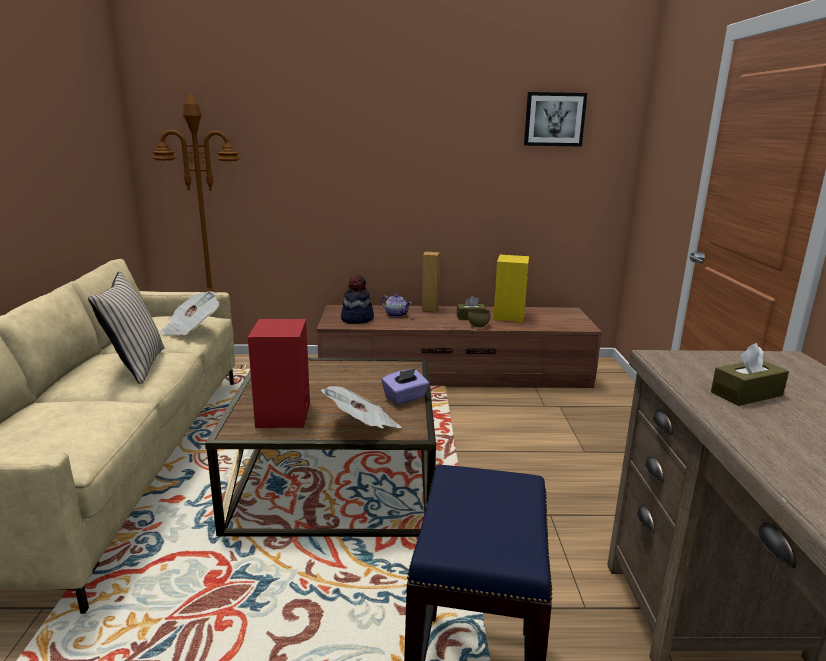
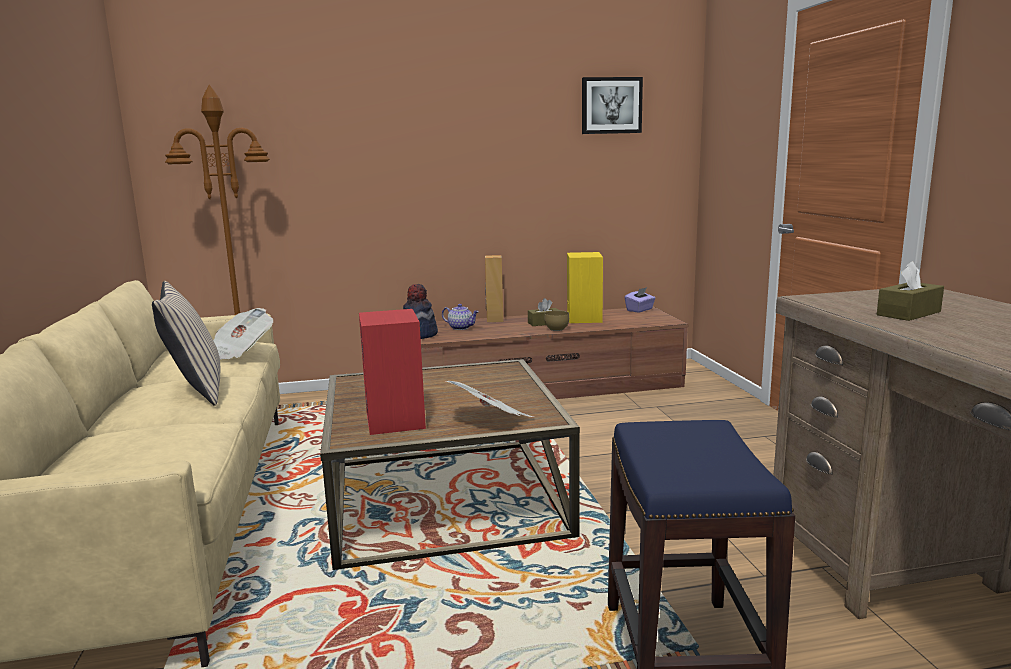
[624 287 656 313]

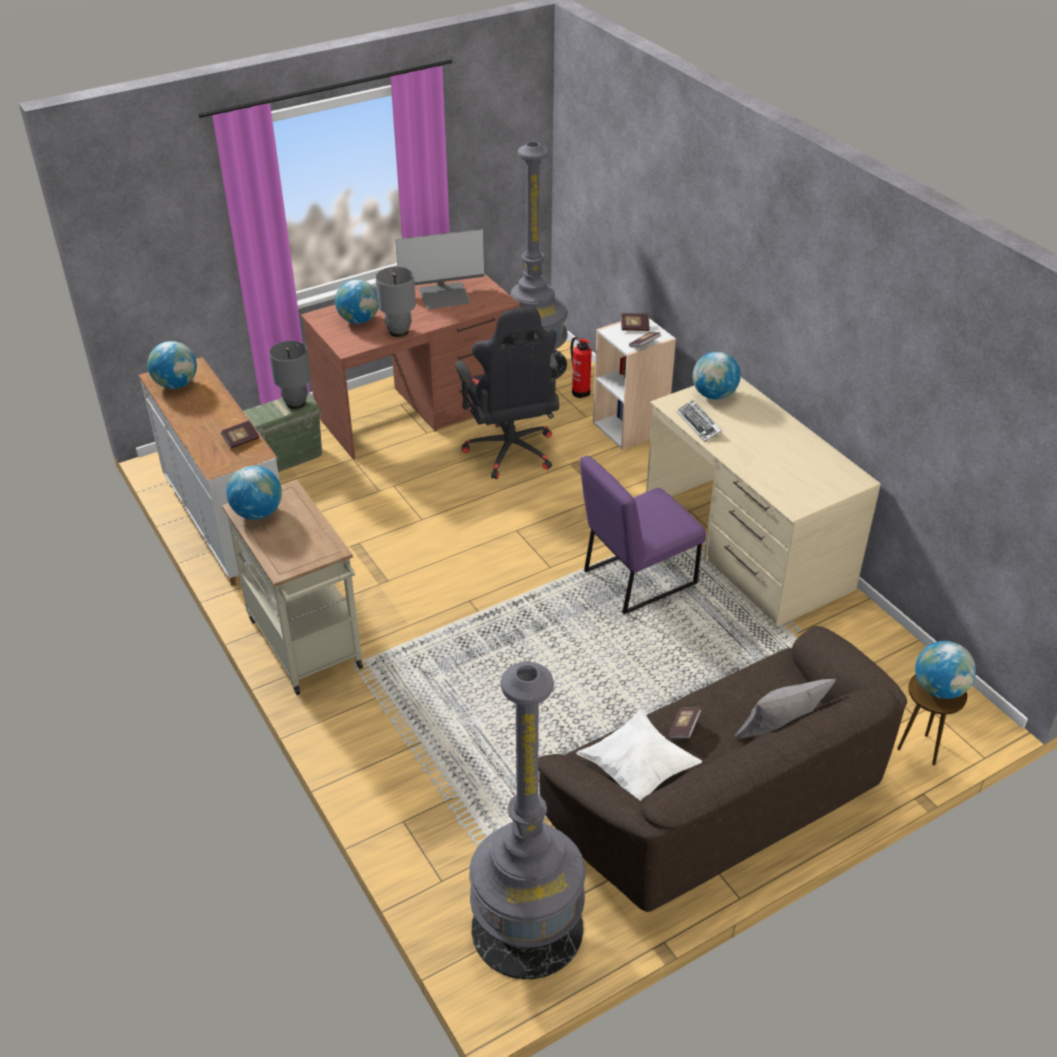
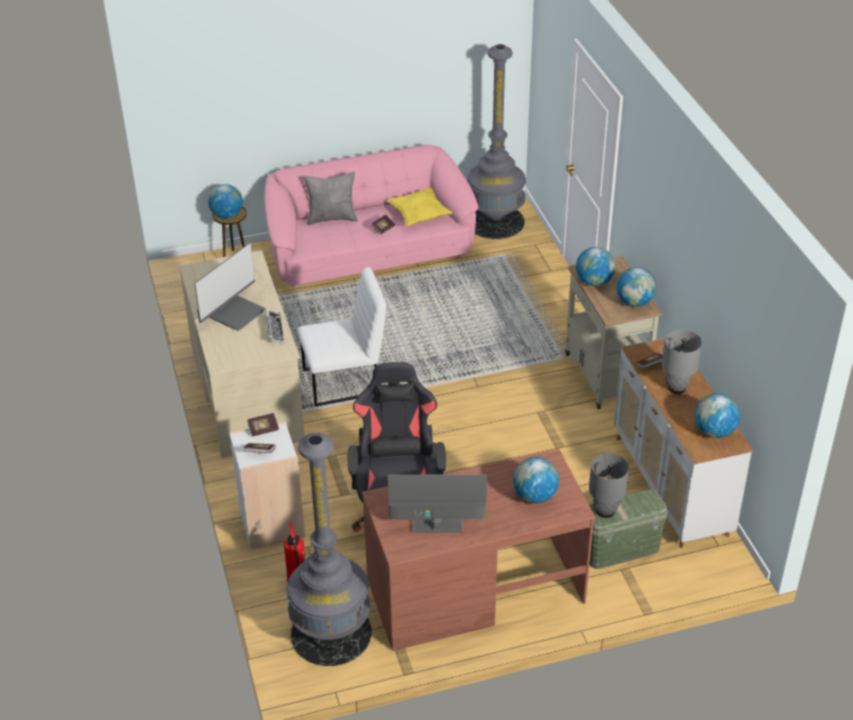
[194 243 266 331]
[662 329 702 394]
[576 247 615 286]
[264 145 478 288]
[387 188 453 226]
[298 267 386 407]

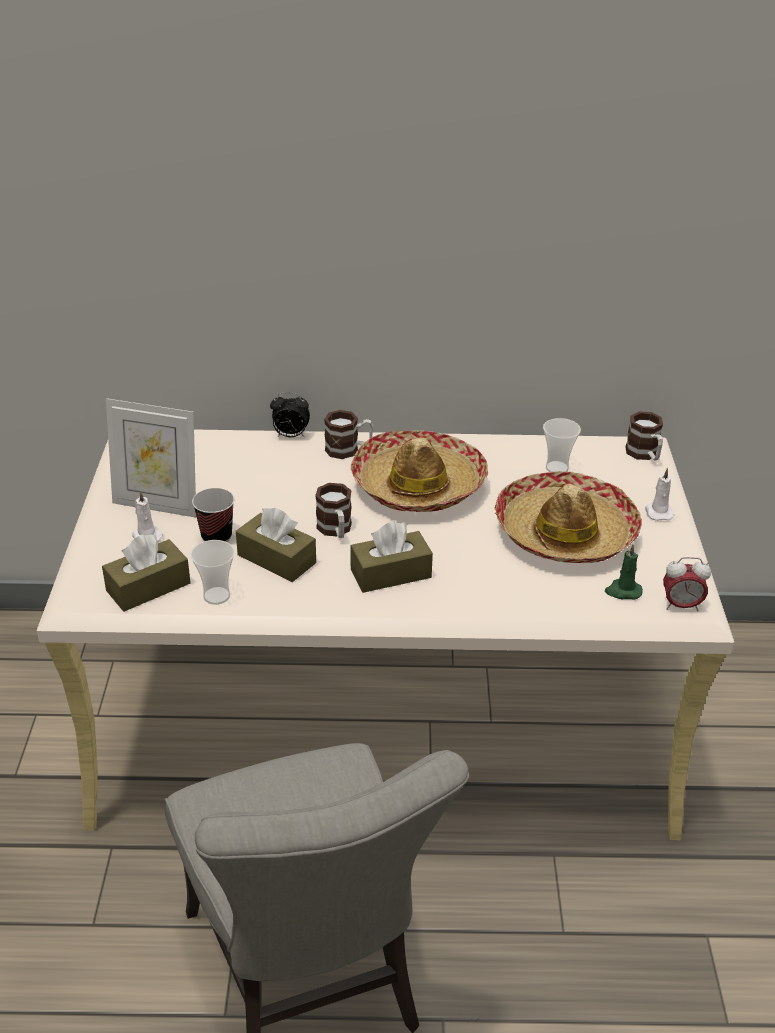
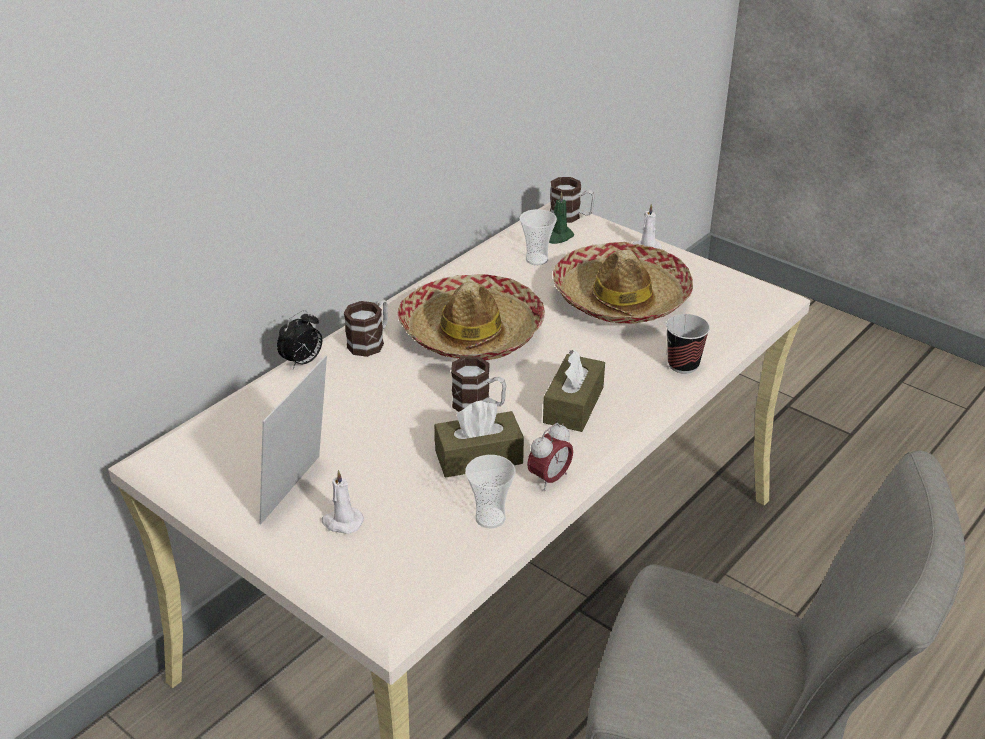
[102 534 191 611] (first image)
[666 314 710 374]
[549 191 574 244]
[527 423 573 491]
[259 355 327 525]

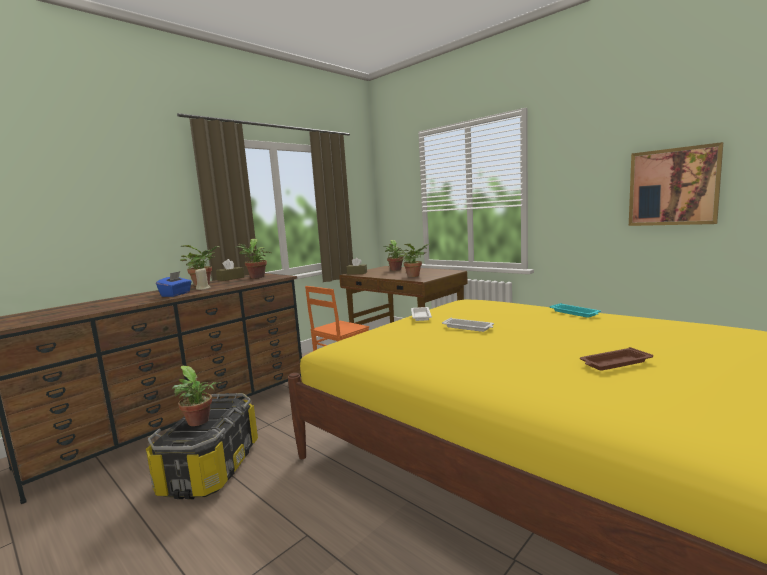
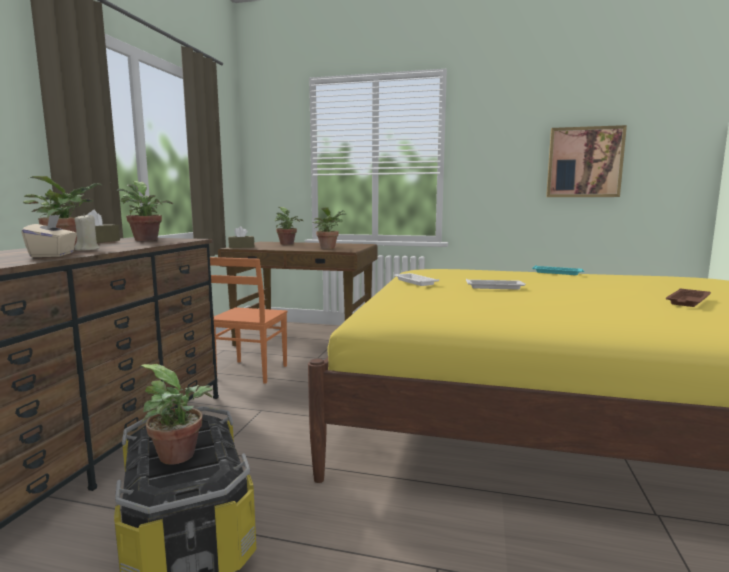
[21 215 77 257]

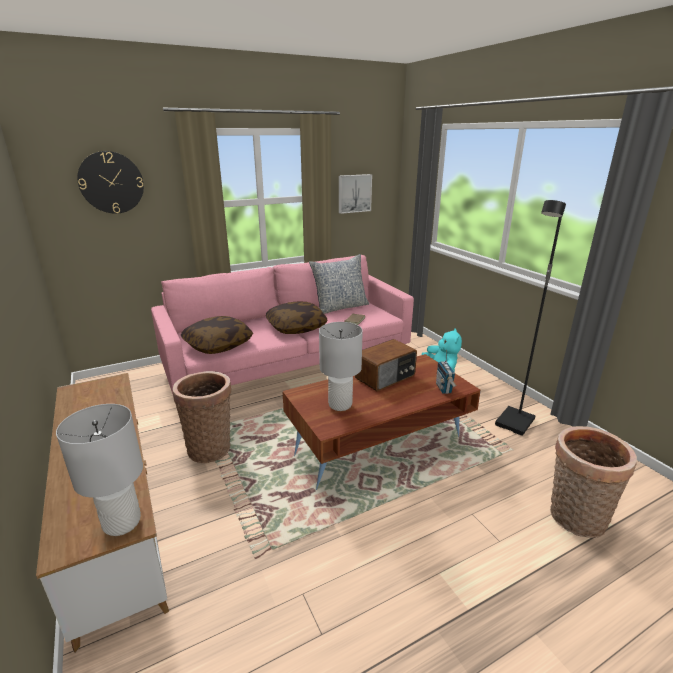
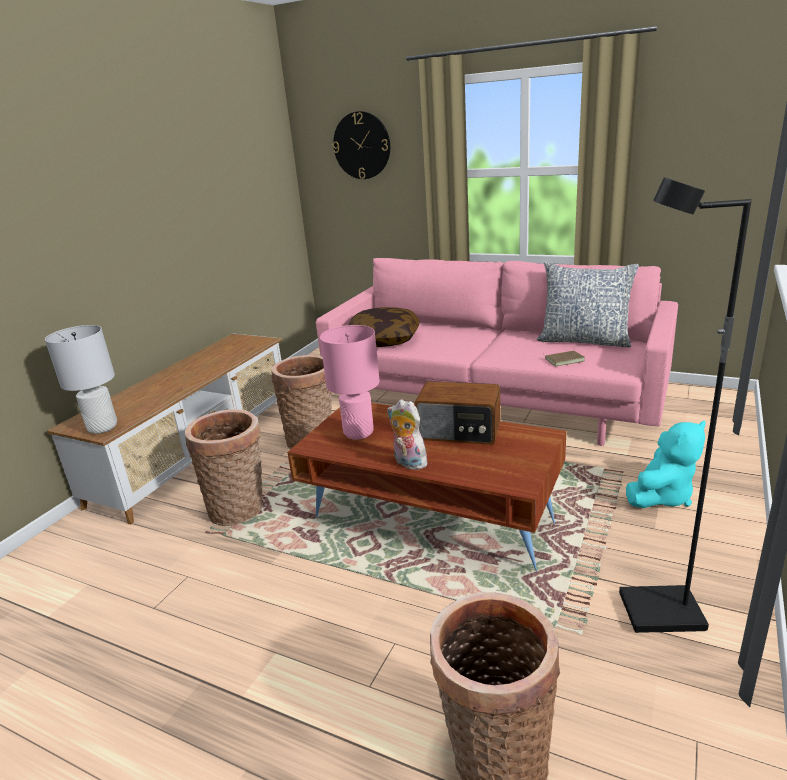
[266 301 327 334] (first image)
[339 174 372 214] (first image)
[436 350 457 394] (first image)
[185 409 263 526]
[387 399 429 470]
[320 325 380 440]

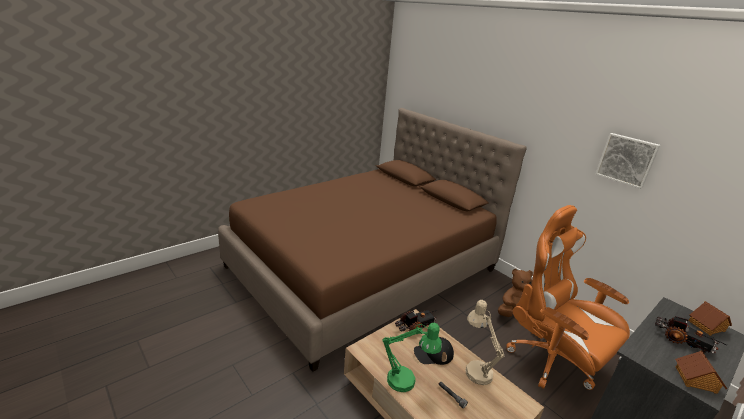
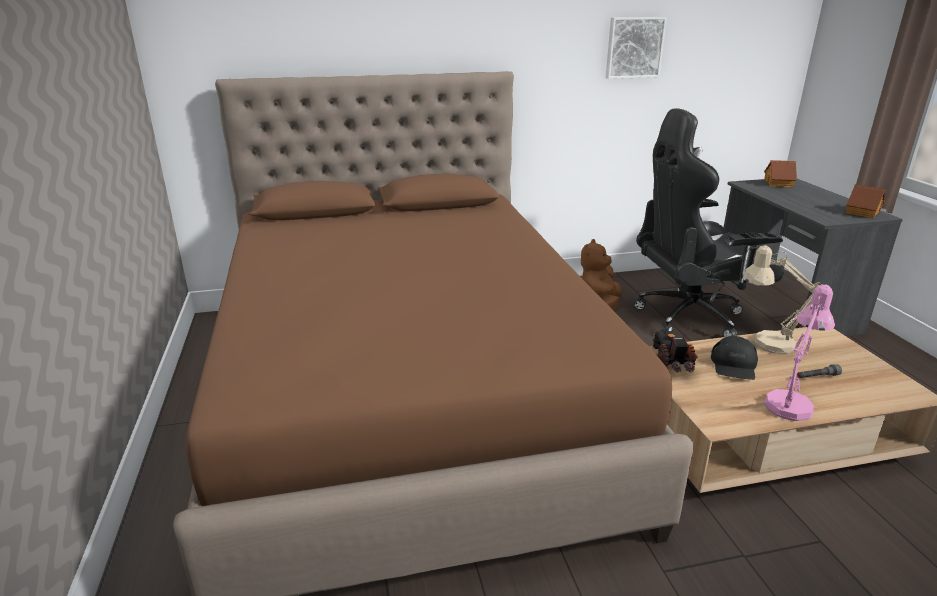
[655 316 727 354] (first image)
[764 285 835 421]
[634 108 785 337]

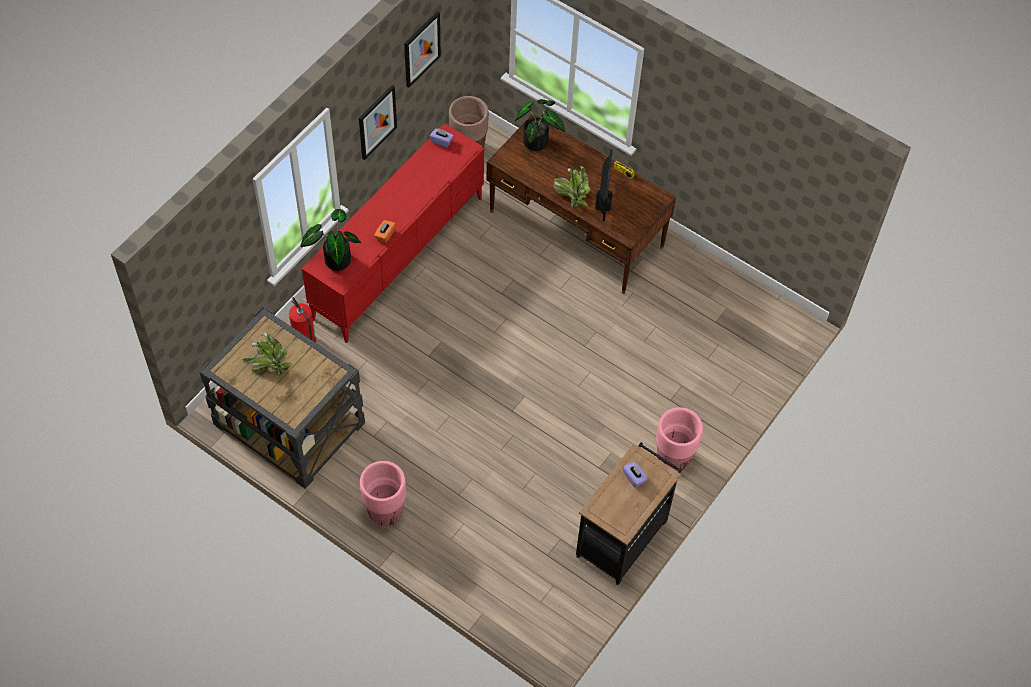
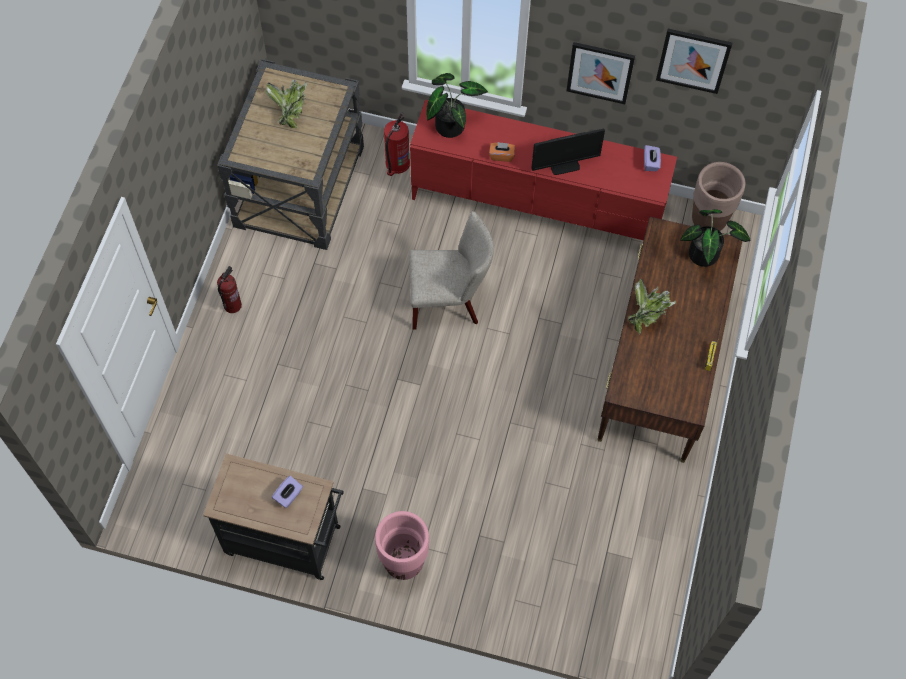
[409 211 494 330]
[531 128 605 175]
[217 266 242 313]

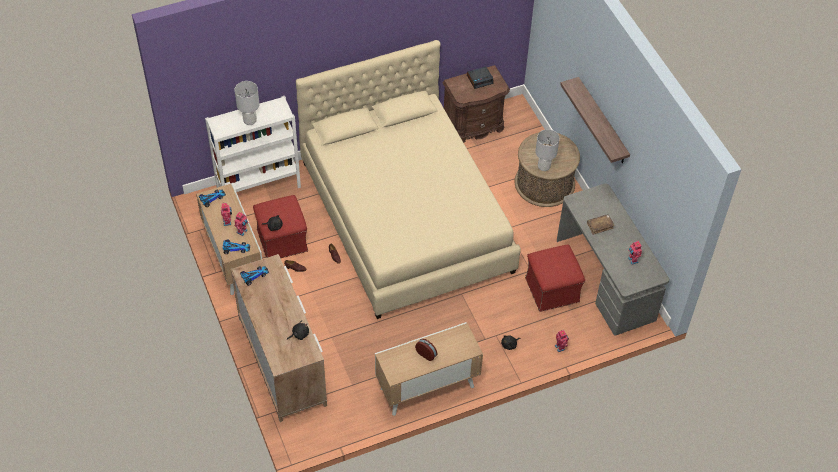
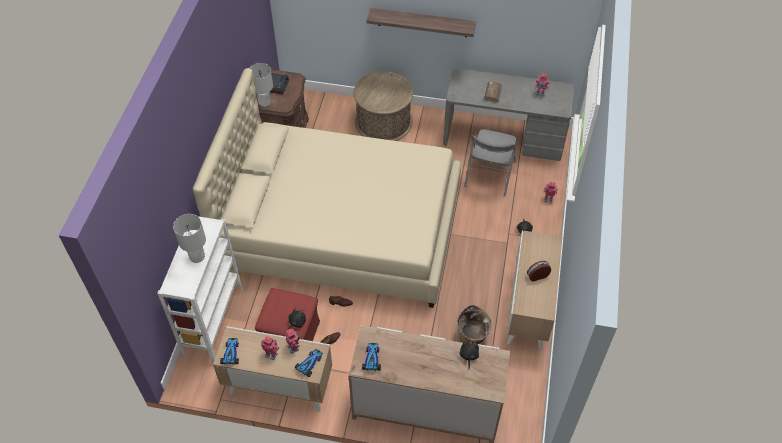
[457 305 492 344]
[250 63 273 107]
[464 129 516 197]

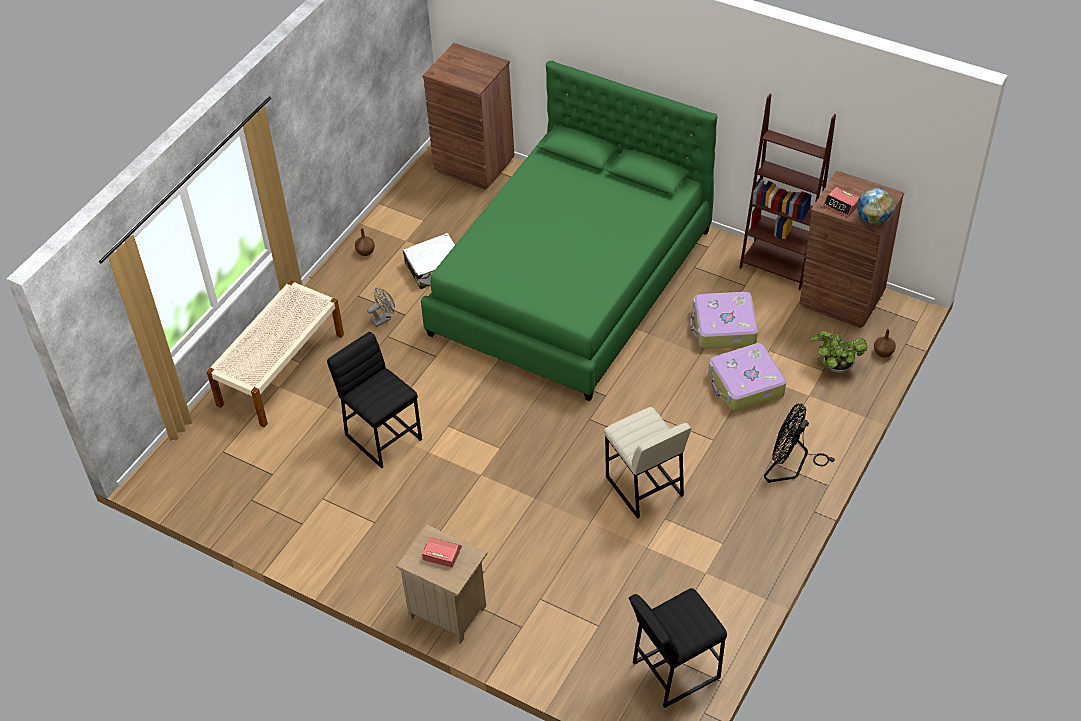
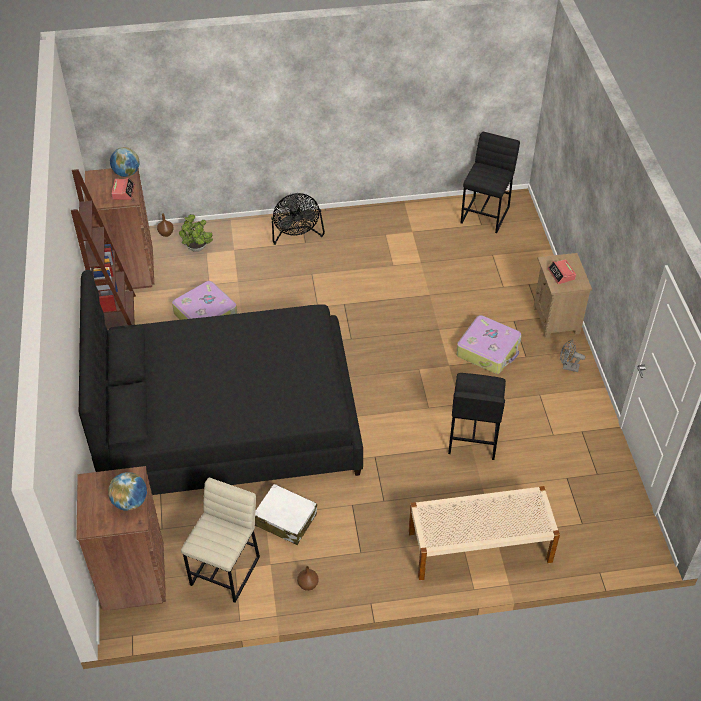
[108 472 147 511]
[560 340 585 372]
[181 478 260 603]
[456 315 521 374]
[79 270 363 495]
[460 132 520 233]

